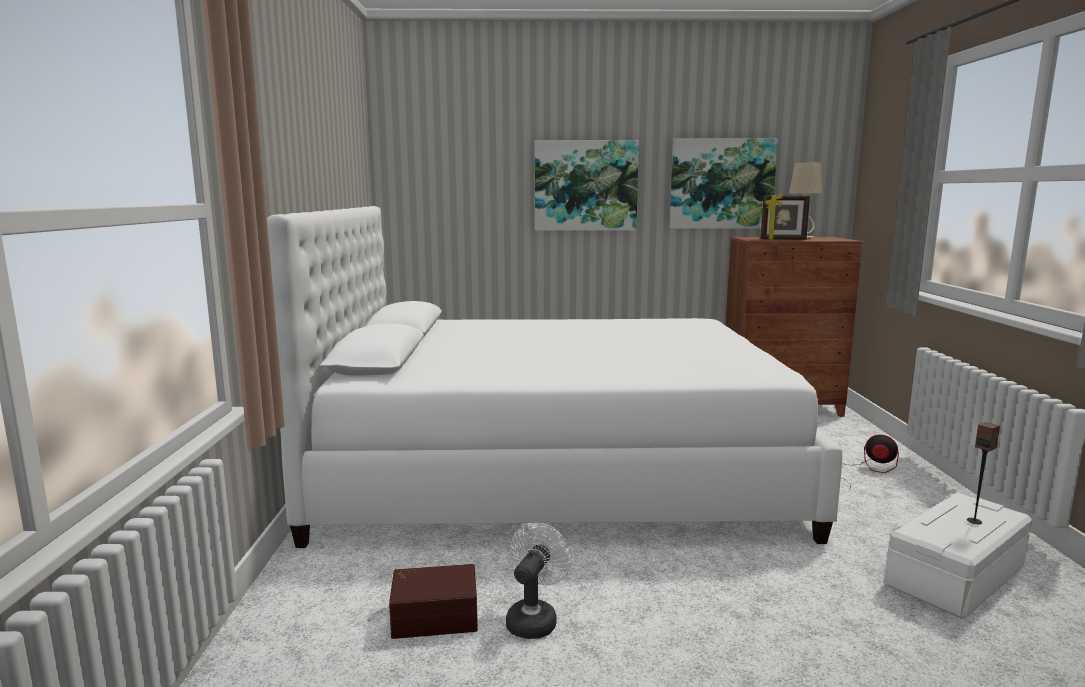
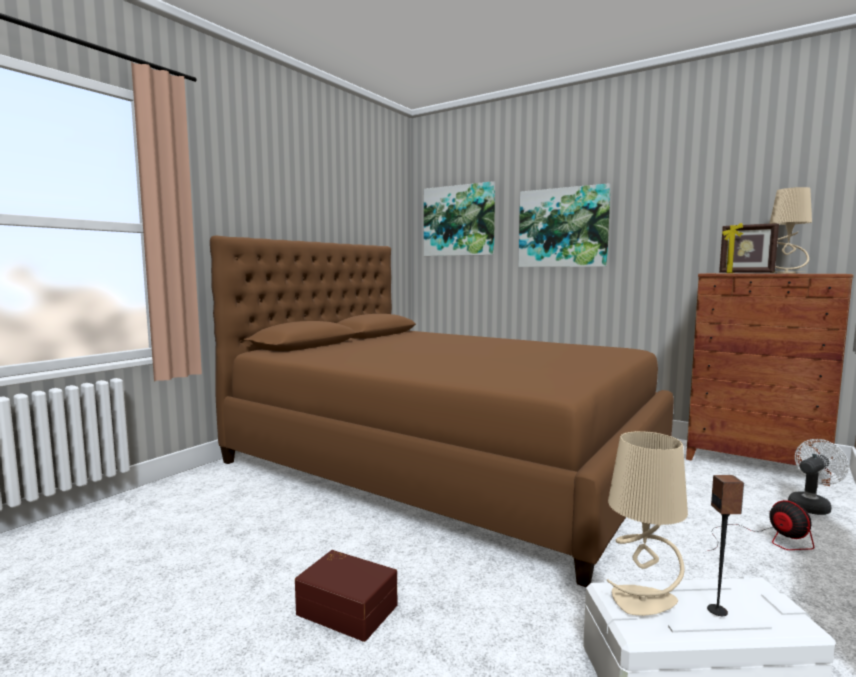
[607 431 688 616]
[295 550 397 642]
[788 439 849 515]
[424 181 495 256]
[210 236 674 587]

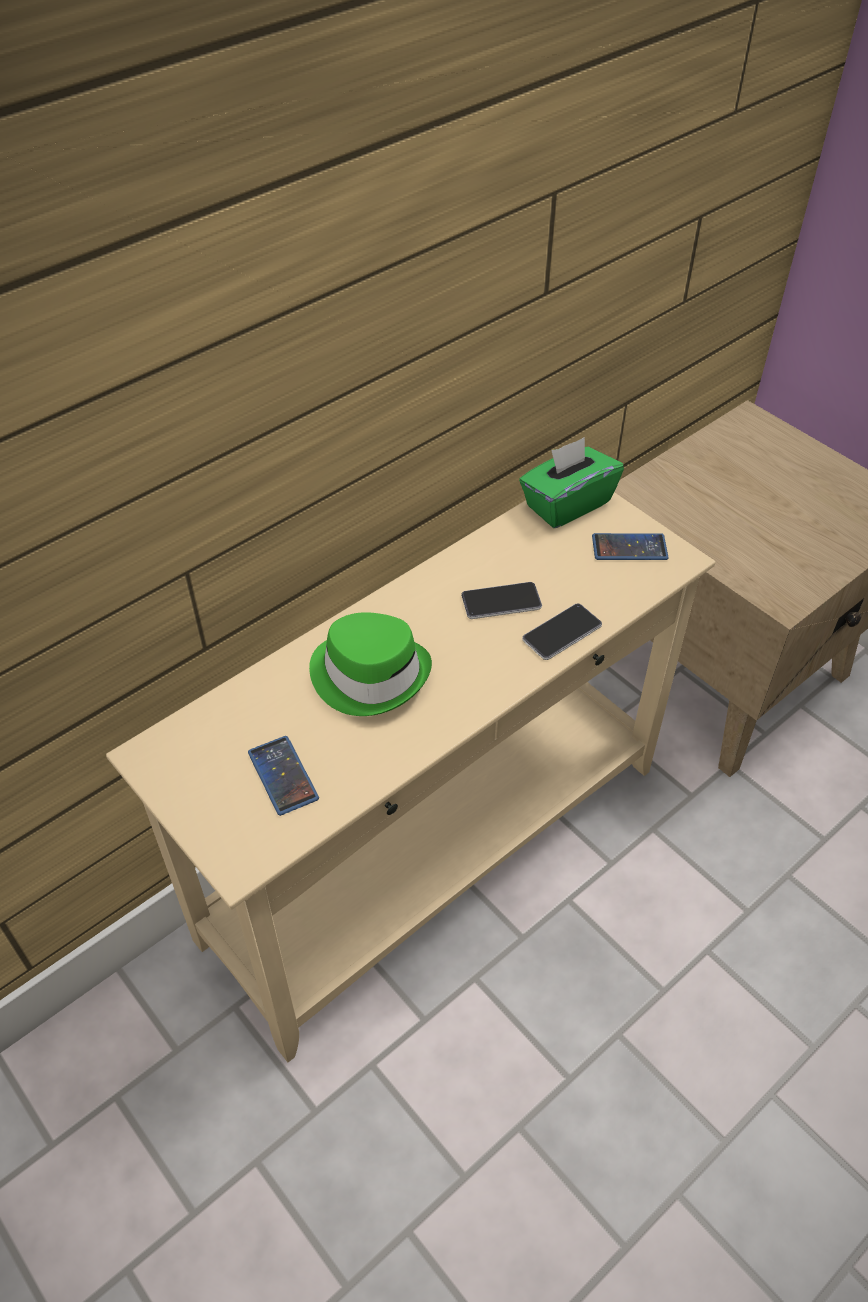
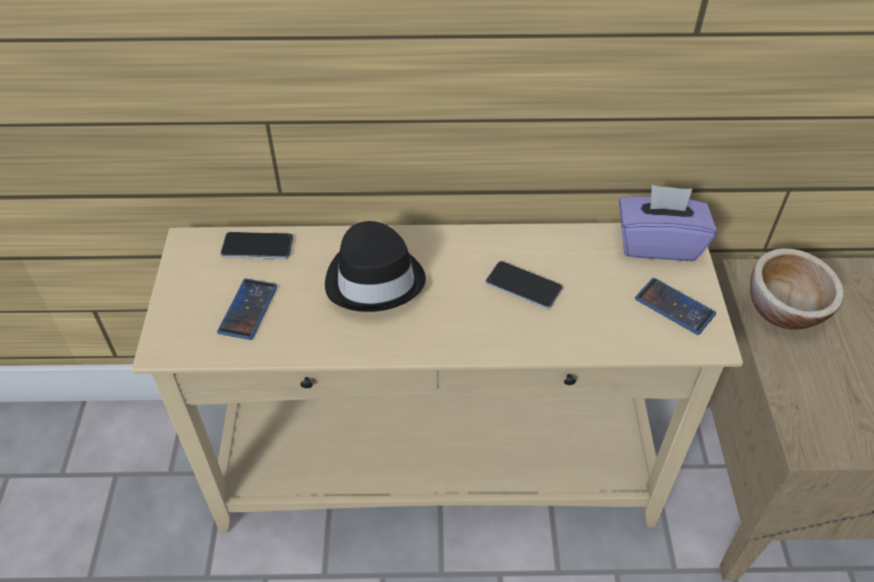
[750 249 844 330]
[220 232 294 259]
[325 221 426 312]
[619 185 717 261]

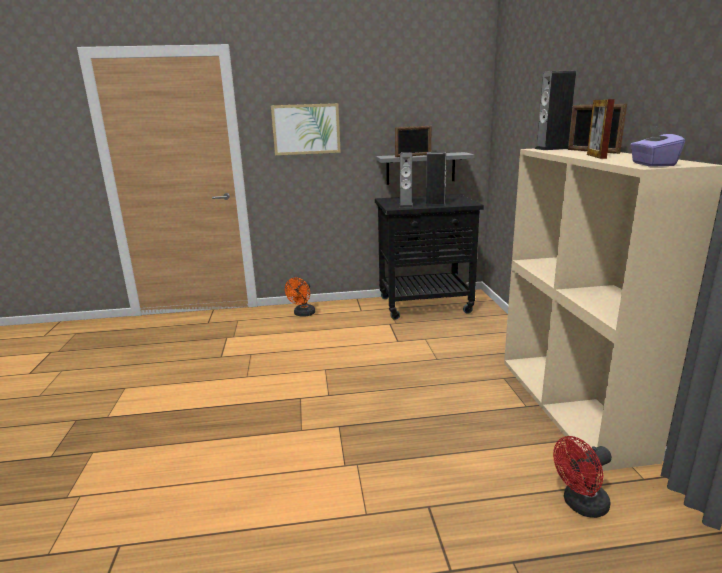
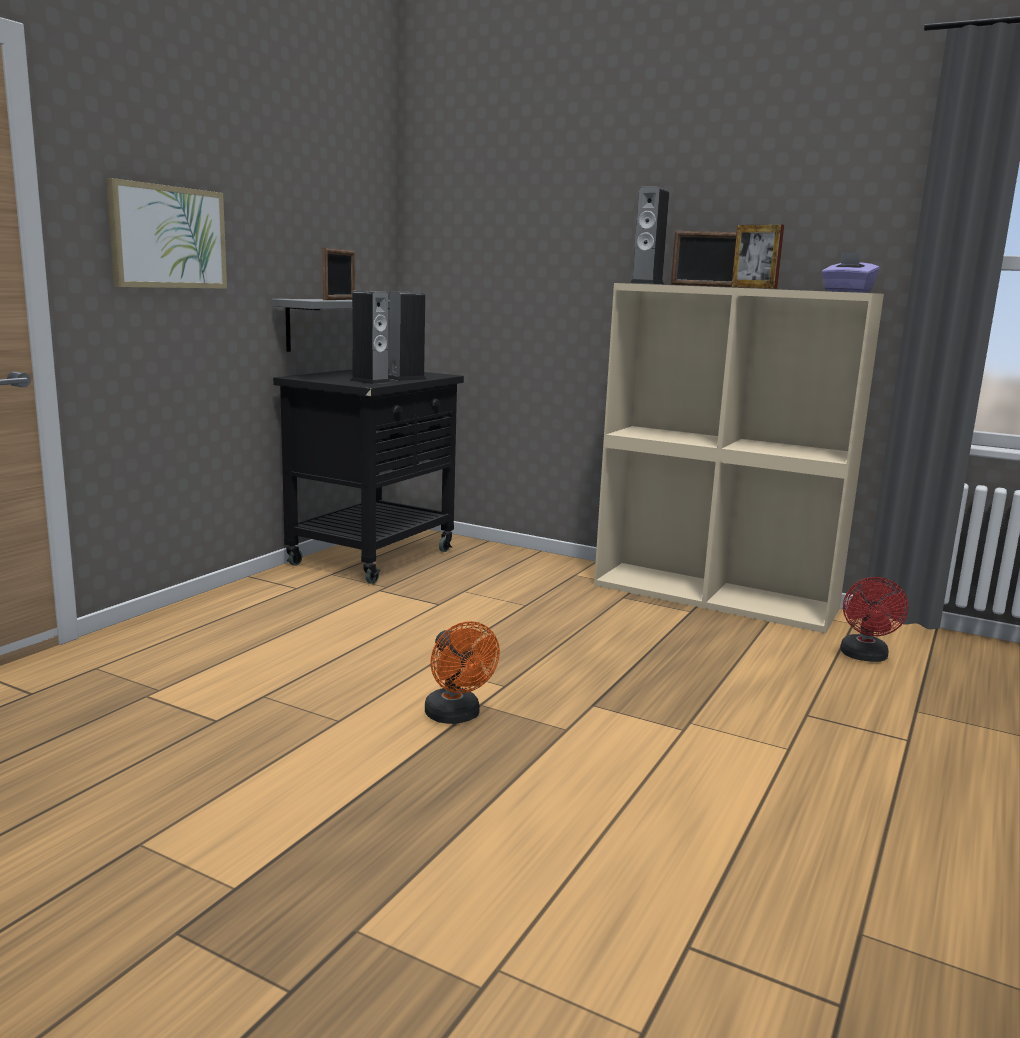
[425 621 500 724]

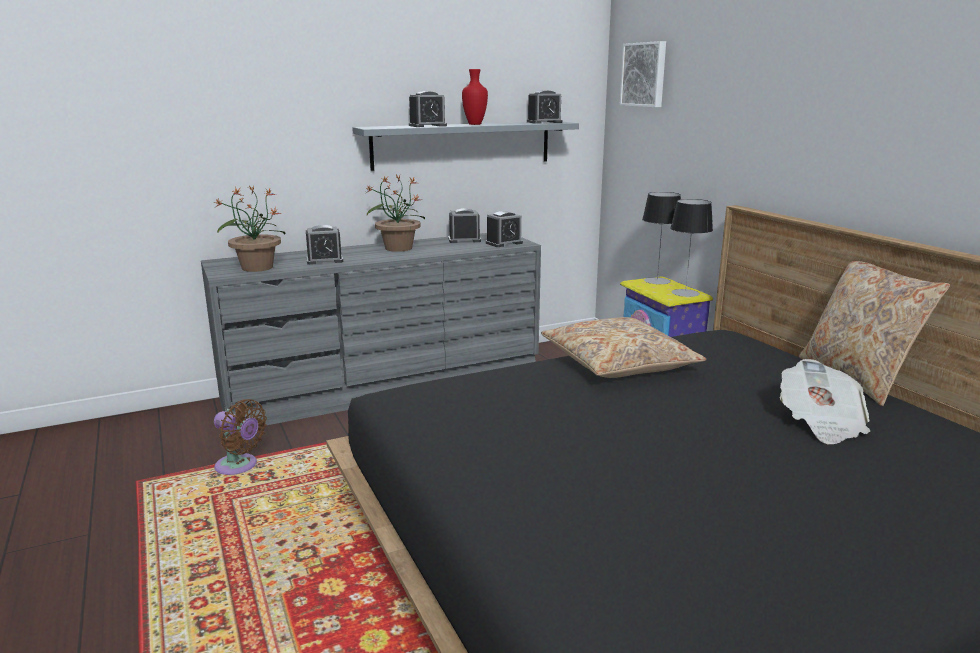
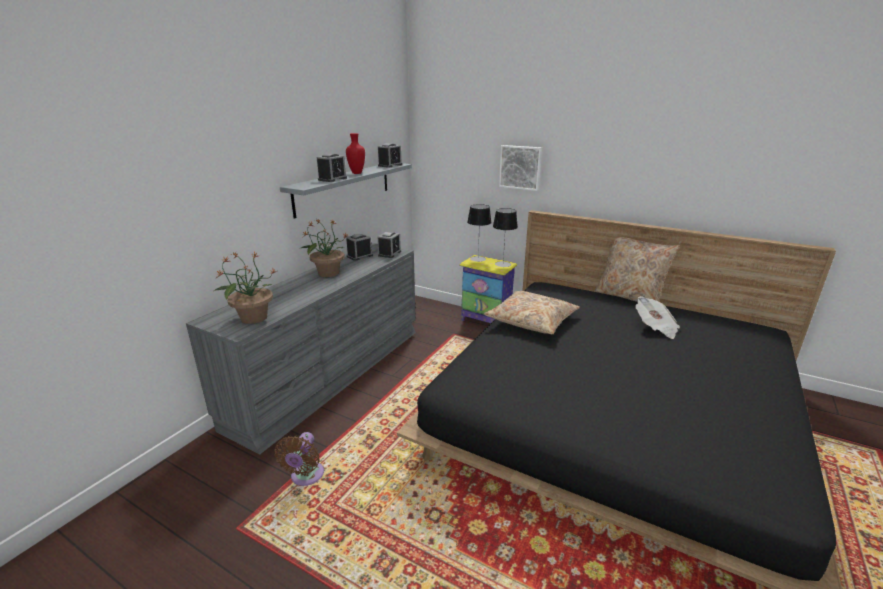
[306 225 343 265] (first image)
[499 145 542 191]
[275 432 324 486]

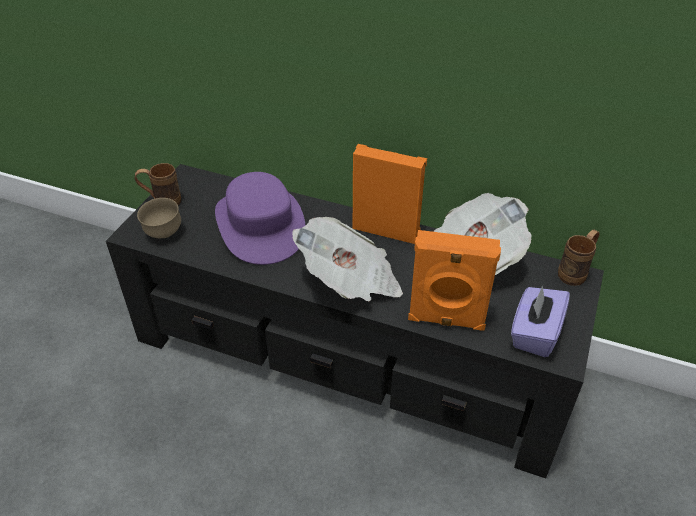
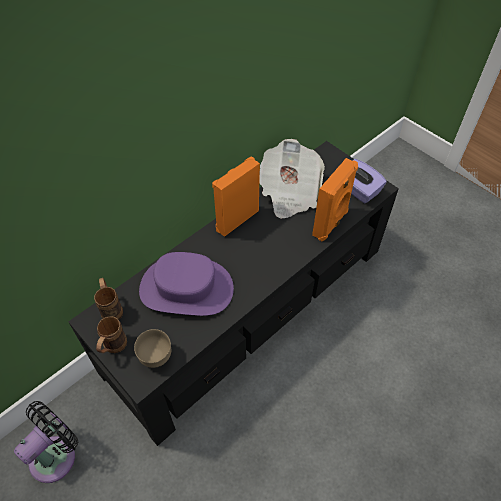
[292 217 403 302] (first image)
[14 401 78 483]
[94 278 123 320]

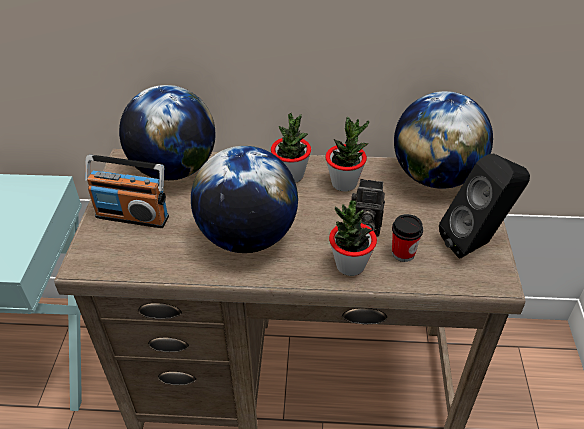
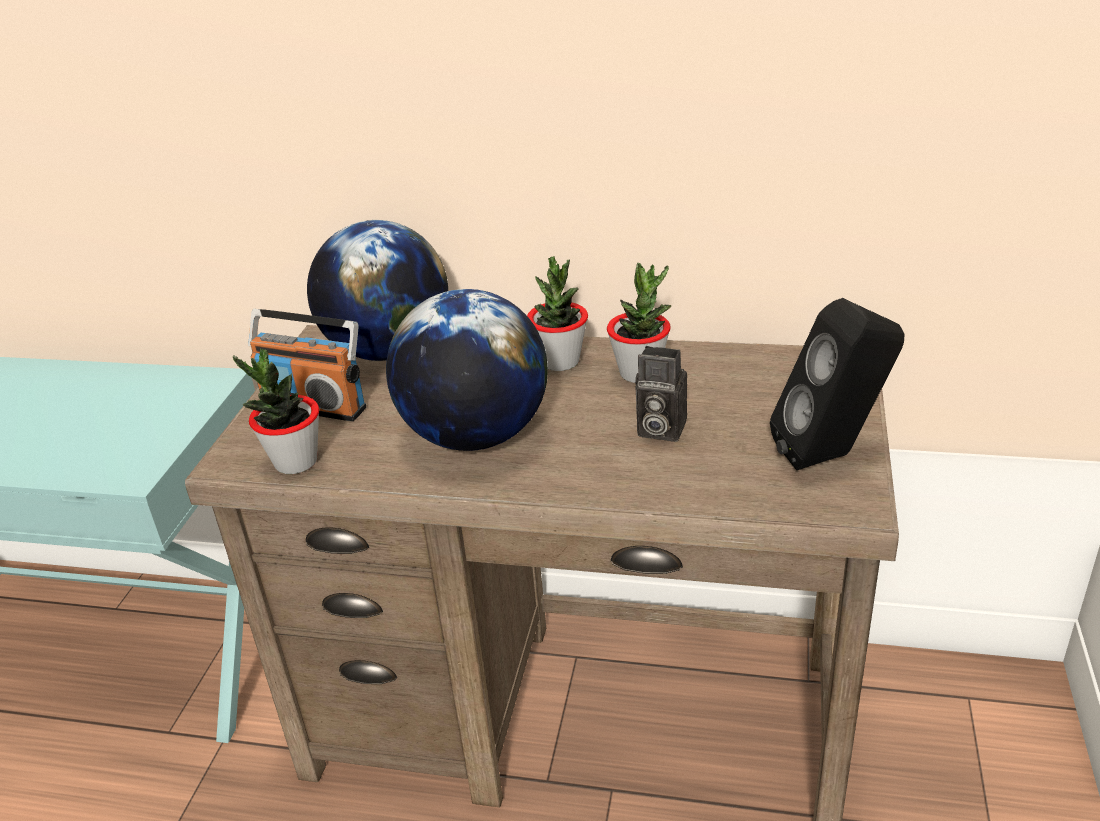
[392 214 423 262] (first image)
[394 91 493 189] (first image)
[233 349 319 474]

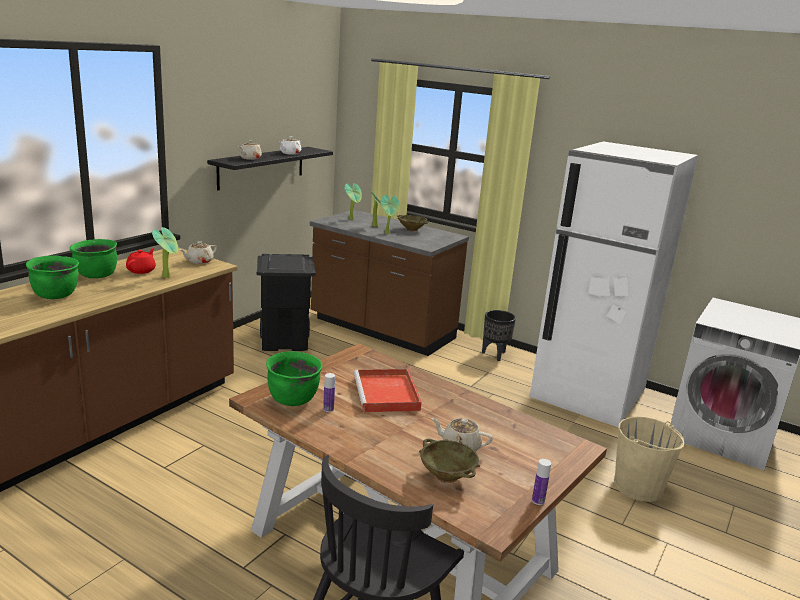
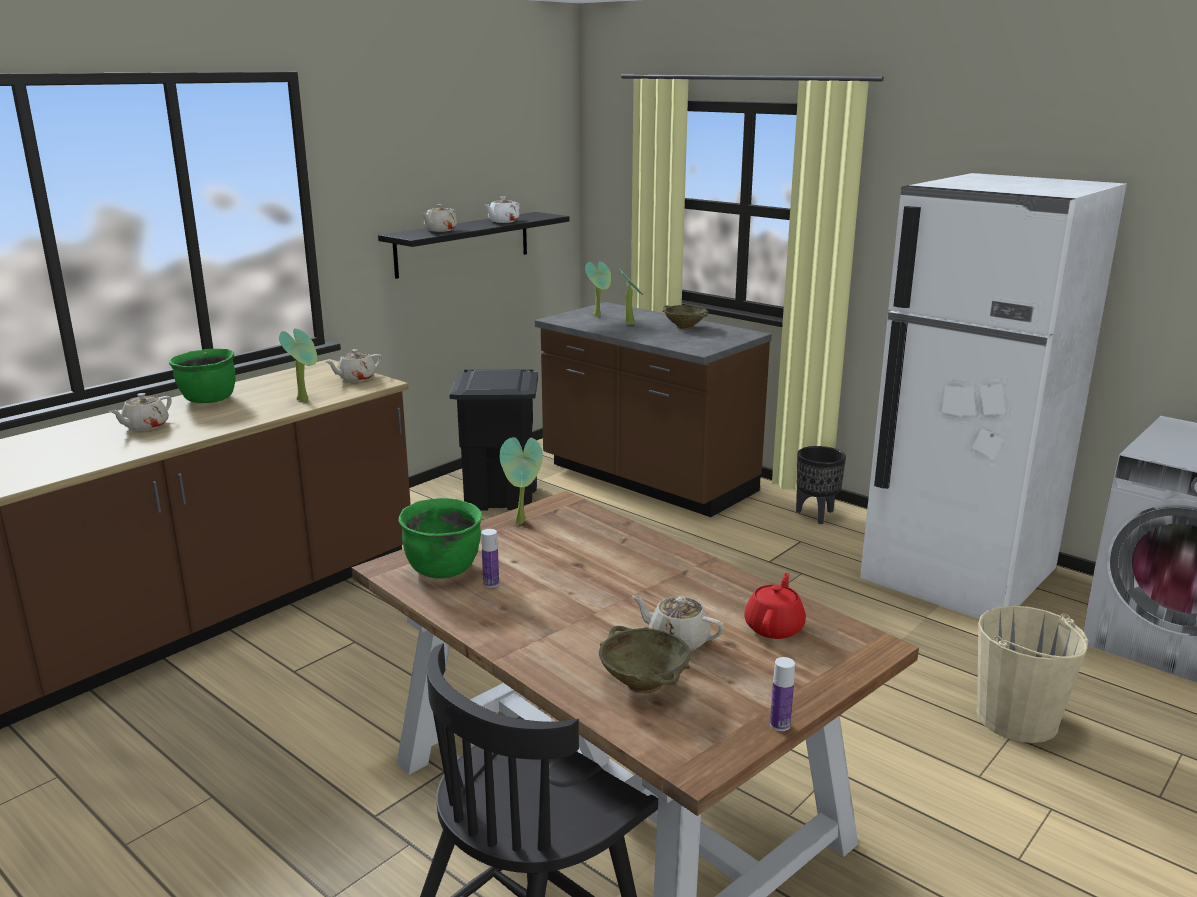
[354 369 422 412] (first image)
[744 572 806 639]
[500 437 543 524]
[109 393 172 431]

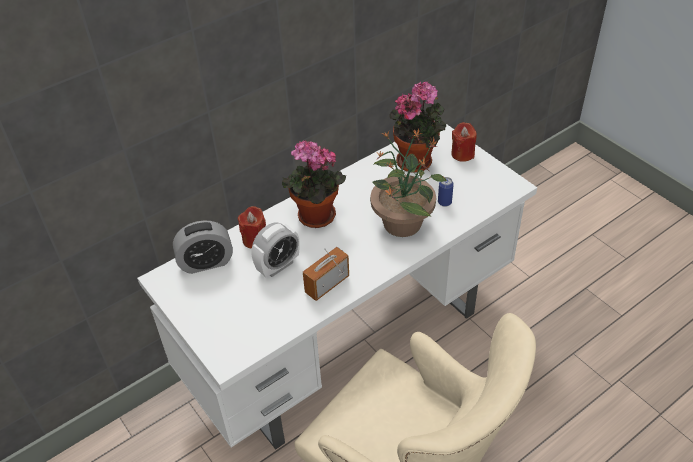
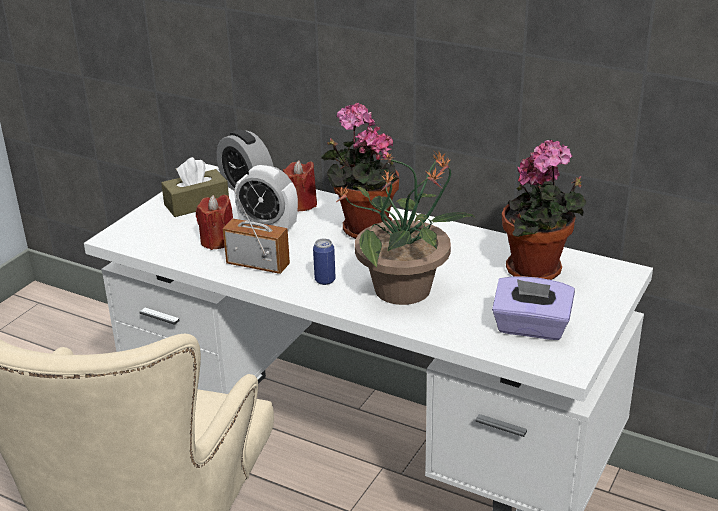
[161 157 229 217]
[492 276 575 340]
[313 239 335 285]
[196 195 233 250]

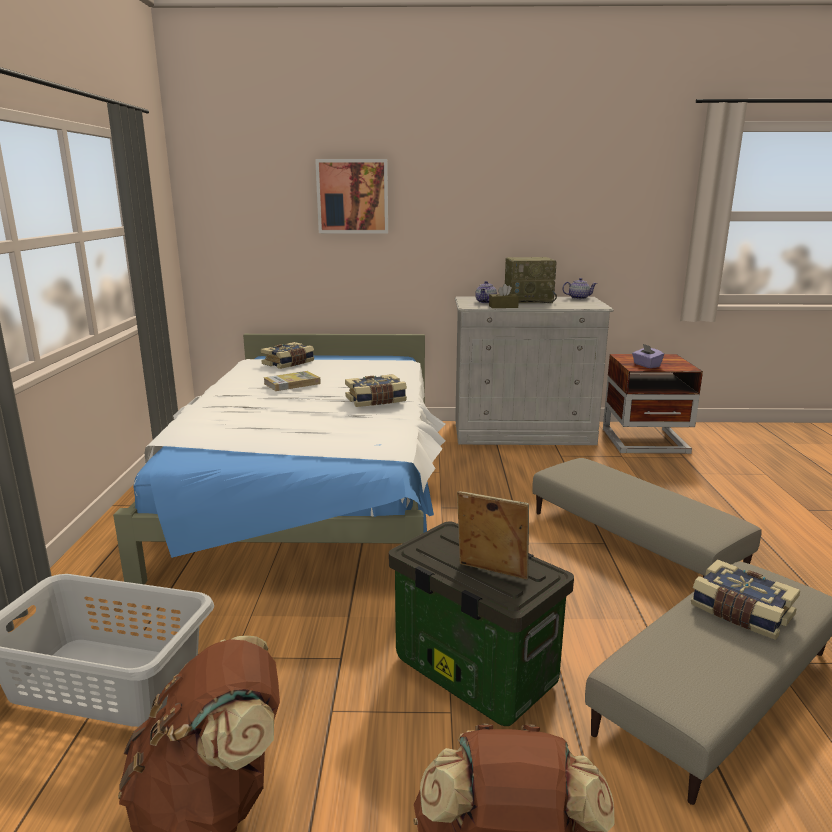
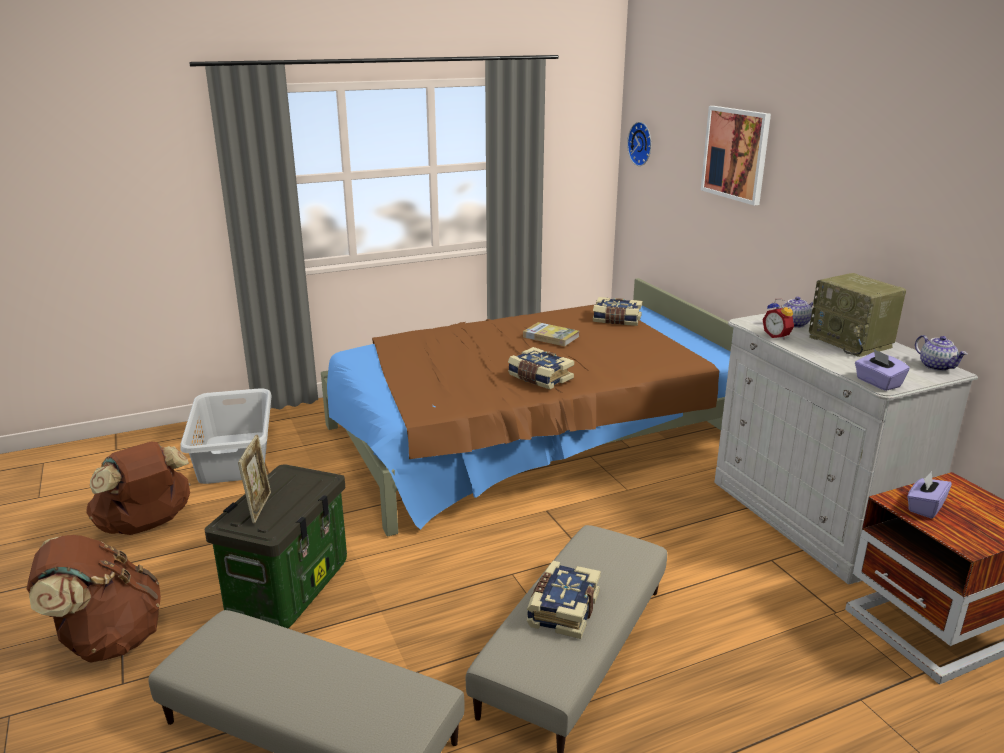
[627 122 651 166]
[855 349 910 391]
[527 561 601 639]
[763 299 794 340]
[321 278 733 537]

